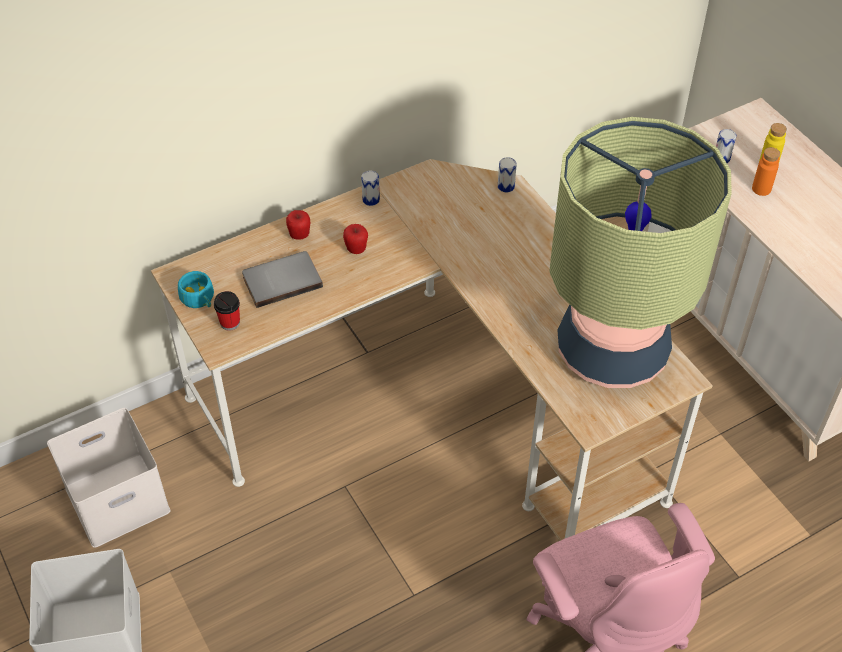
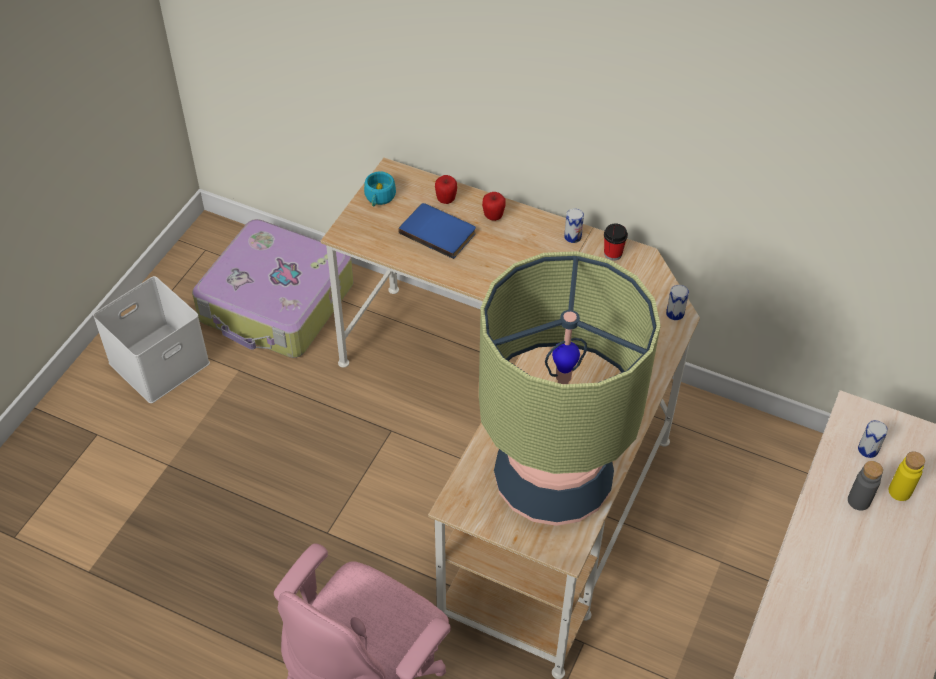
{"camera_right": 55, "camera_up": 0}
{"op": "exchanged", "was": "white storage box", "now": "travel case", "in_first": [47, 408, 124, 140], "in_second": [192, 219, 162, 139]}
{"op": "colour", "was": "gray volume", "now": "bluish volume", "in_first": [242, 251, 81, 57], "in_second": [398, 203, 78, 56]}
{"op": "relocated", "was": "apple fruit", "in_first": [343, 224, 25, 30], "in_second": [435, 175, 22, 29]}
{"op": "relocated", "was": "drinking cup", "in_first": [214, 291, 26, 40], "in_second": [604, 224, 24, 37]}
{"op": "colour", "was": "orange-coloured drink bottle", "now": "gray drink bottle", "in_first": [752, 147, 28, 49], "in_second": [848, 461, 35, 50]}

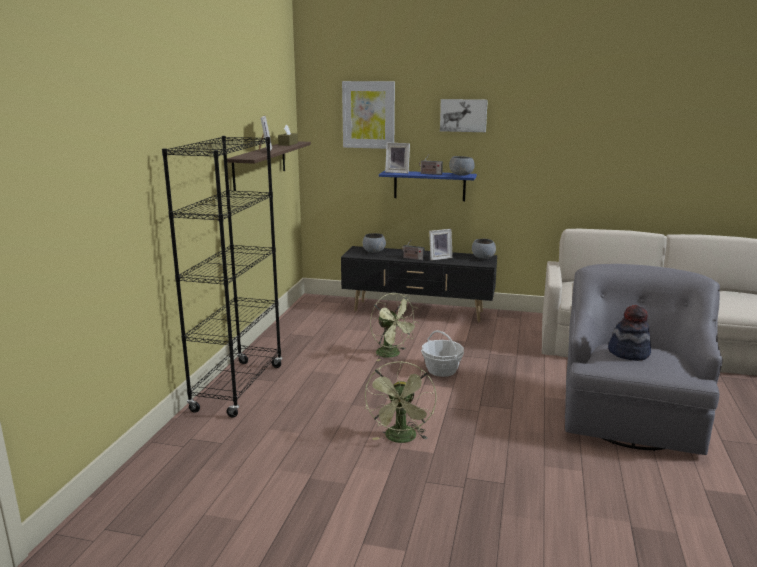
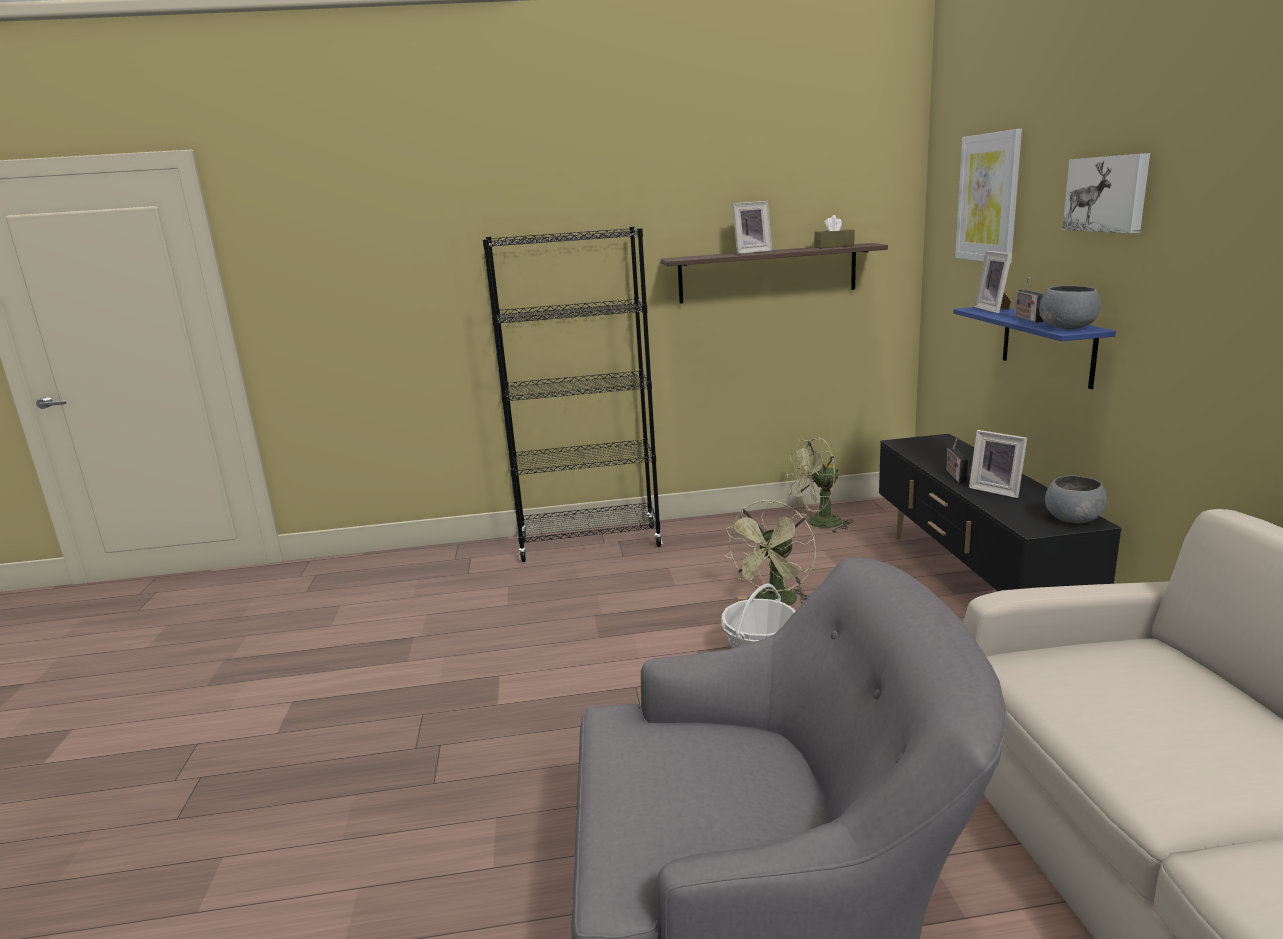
{"camera_right": 70, "camera_up": 0}
{"op": "relocated", "was": "green fan", "in_first": [365, 361, 71, 82], "in_second": [787, 437, 67, 96]}
{"op": "missing", "was": "gray serving bowl", "in_first": [363, 233, 23, 20]}
{"op": "missing", "was": "clothing hat", "in_first": [608, 305, 43, 56]}

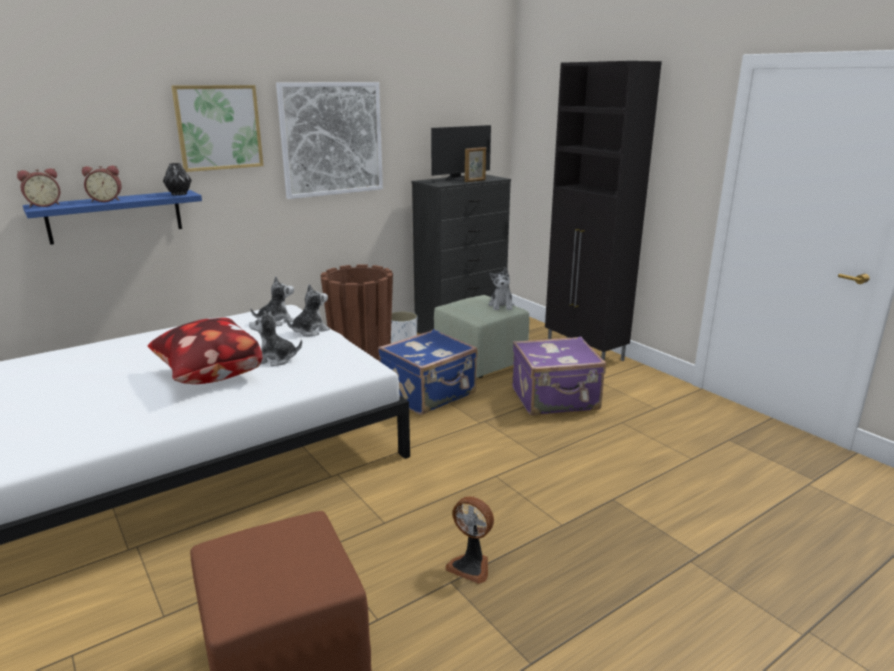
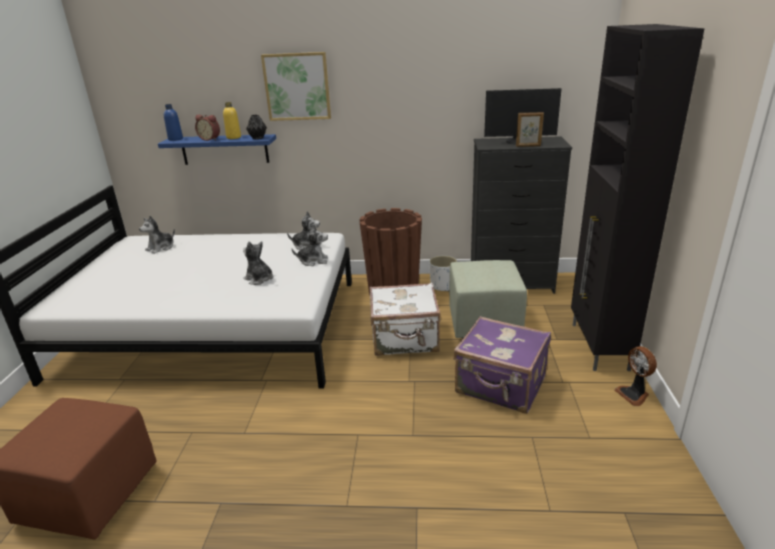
{"camera_right": 40, "camera_up": 5}
{"op": "relocated", "was": "cuddly toy", "in_first": [489, 267, 25, 43], "in_second": [139, 216, 36, 38]}
{"op": "exchanged", "was": "table clock", "now": "bluish drink bottle", "in_first": [17, 168, 43, 40], "in_second": [164, 104, 19, 37]}
{"op": "appeared", "now": "yellow drink bottle", "in_second": [223, 102, 18, 37]}
{"op": "colour", "was": "bluish travel case", "now": "white travel case", "in_first": [378, 329, 100, 86], "in_second": [370, 283, 71, 73]}
{"op": "relocated", "was": "fan", "in_first": [445, 496, 49, 88], "in_second": [615, 346, 42, 60]}
{"op": "missing", "was": "pillow", "in_first": [147, 317, 115, 67]}
{"op": "missing", "was": "wall picture", "in_first": [276, 82, 107, 117]}

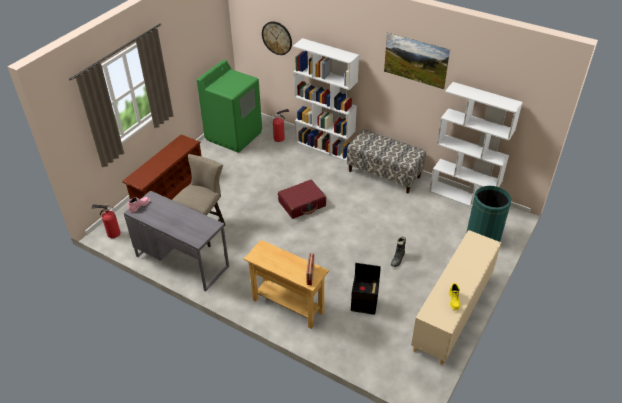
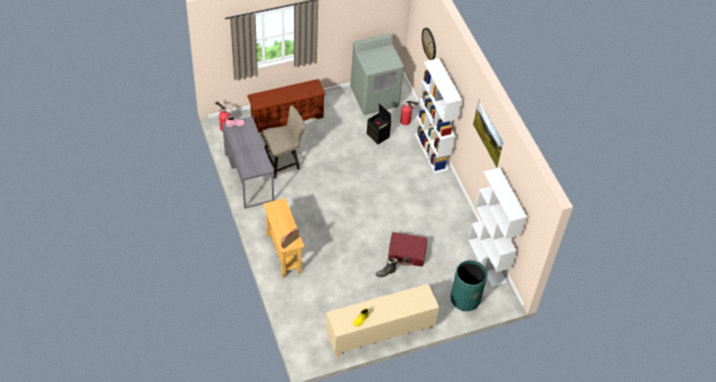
{"camera_right": 35, "camera_up": 10}
{"op": "colour", "was": "green laundry machine", "now": "gray laundry machine", "in_first": [197, 60, 65, 93], "in_second": [350, 34, 54, 81]}
{"op": "relocated", "was": "black storage box", "in_first": [351, 263, 30, 52], "in_second": [367, 103, 24, 41]}
{"op": "relocated", "was": "reddish travel case", "in_first": [278, 180, 48, 39], "in_second": [388, 232, 39, 35]}
{"op": "missing", "was": "indoor bench", "in_first": [347, 130, 79, 63]}

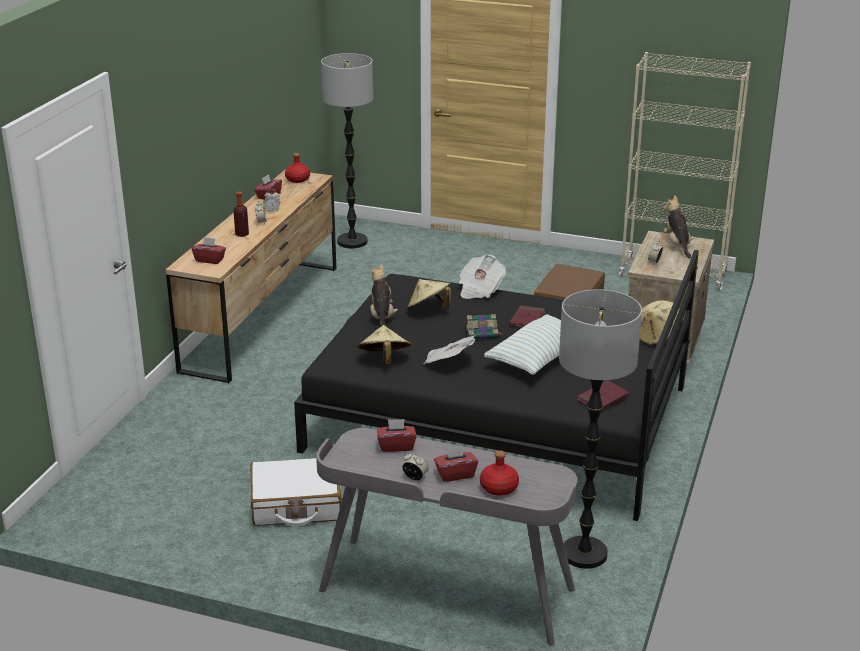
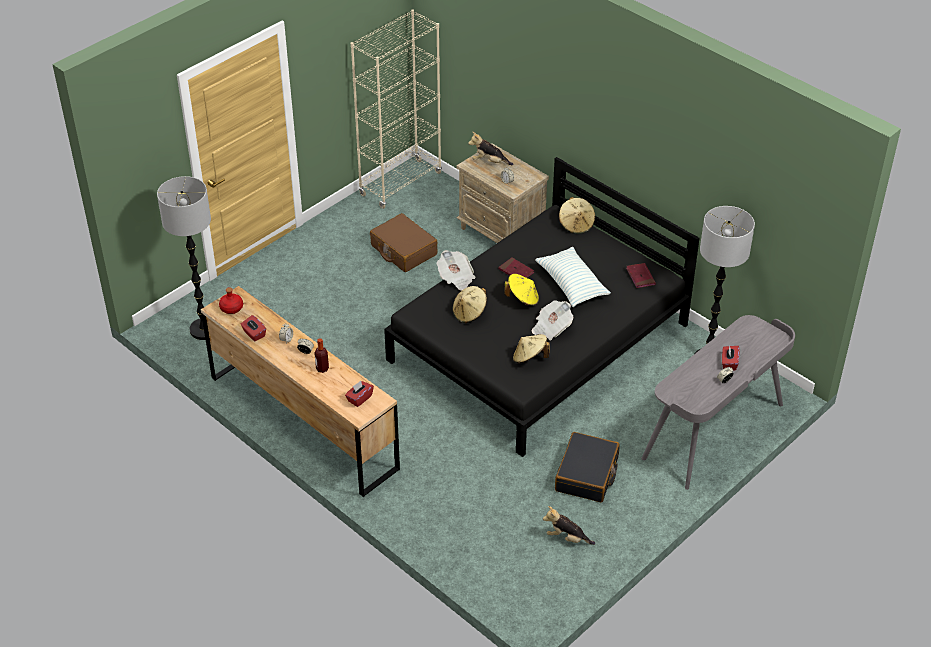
{"camera_right": -65, "camera_up": 15}
{"op": "exchanged", "was": "volume", "now": "yellow clothing hat", "in_first": [466, 314, 37, 25], "in_second": [504, 274, 35, 32]}
{"op": "relocated", "was": "cuddly toy", "in_first": [370, 264, 28, 63], "in_second": [543, 506, 52, 39]}
{"op": "colour", "was": "white travel case", "now": "black travel case", "in_first": [250, 458, 92, 68], "in_second": [555, 432, 65, 70]}
{"op": "missing", "was": "reddish tissue holder", "in_first": [377, 419, 39, 33]}
{"op": "missing", "was": "reddish drink bottle", "in_first": [480, 450, 39, 46]}

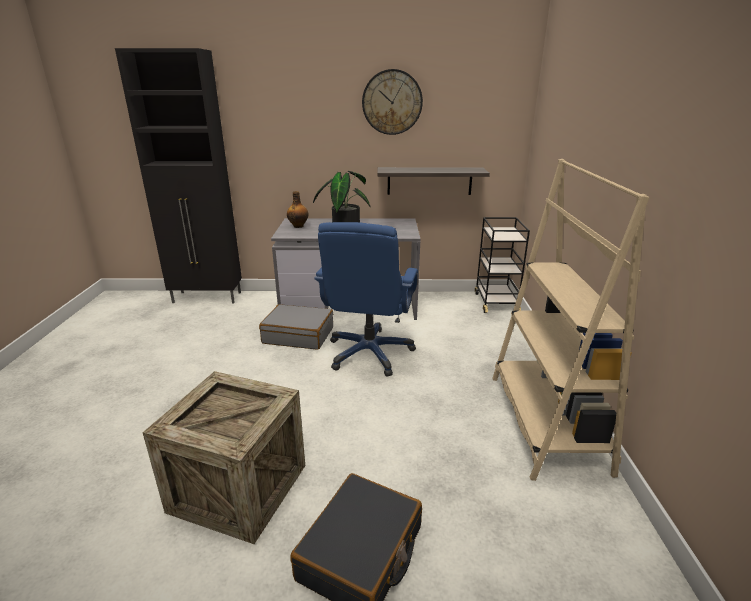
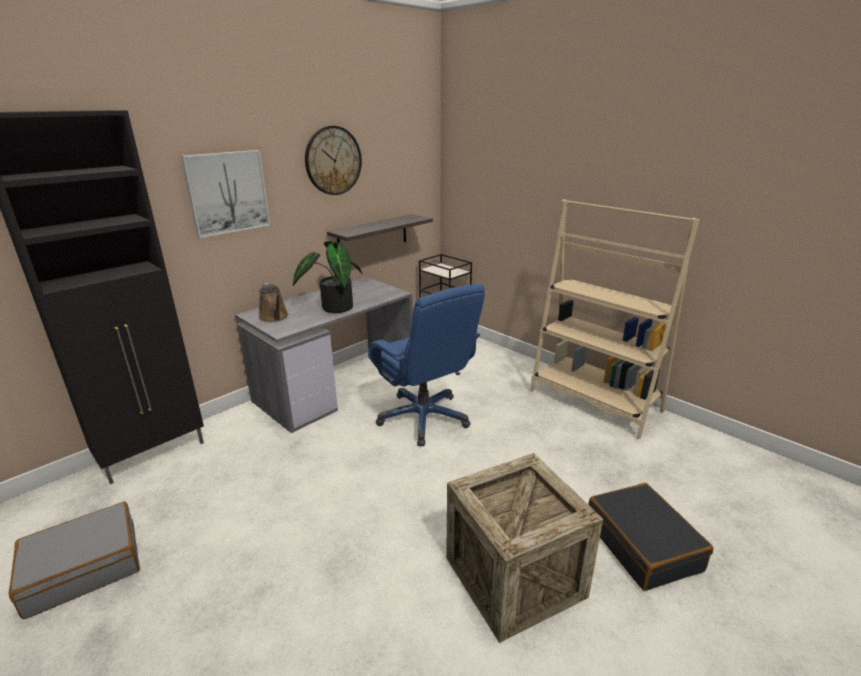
{"camera_right": -45, "camera_up": 0}
{"op": "relocated", "was": "gray travel case", "in_first": [259, 304, 74, 46], "in_second": [9, 502, 131, 117]}
{"op": "appeared", "now": "wall picture", "in_second": [181, 150, 90, 88]}
{"op": "exchanged", "was": "drink bottle", "now": "brown-coloured sprinkling can", "in_first": [287, 191, 22, 37], "in_second": [259, 283, 29, 39]}

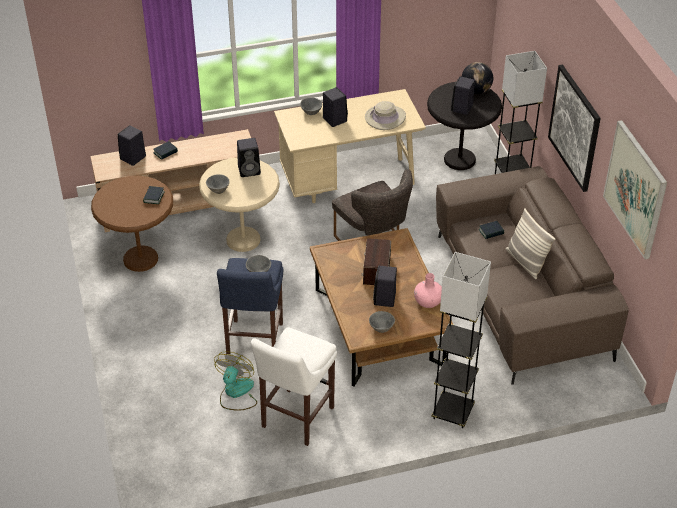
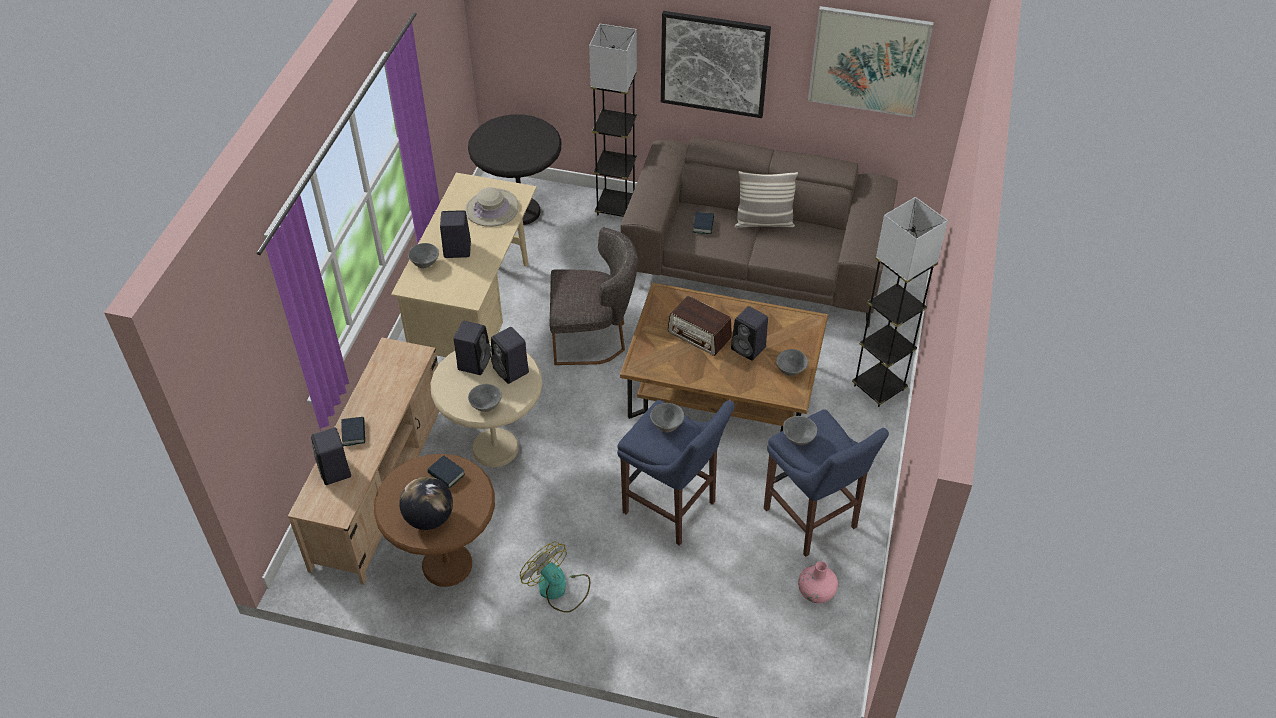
{"camera_right": -60, "camera_up": 5}
{"op": "relocated", "was": "world globe", "in_first": [462, 62, 31, 32], "in_second": [399, 477, 54, 53]}
{"op": "relocated", "was": "black speaker", "in_first": [451, 76, 24, 39], "in_second": [491, 327, 38, 57]}
{"op": "relocated", "was": "fan", "in_first": [214, 351, 43, 60], "in_second": [520, 542, 70, 71]}
{"op": "colour", "was": "white stool seat", "now": "bluish stool seat", "in_first": [251, 327, 86, 119], "in_second": [764, 409, 125, 148]}
{"op": "appeared", "now": "gray serving bowl", "in_second": [783, 416, 34, 29]}
{"op": "relocated", "was": "pinkish vase", "in_first": [414, 273, 28, 35], "in_second": [798, 561, 40, 42]}

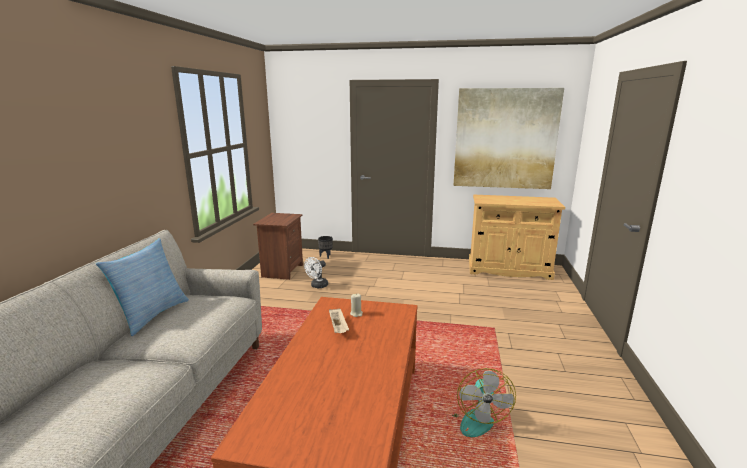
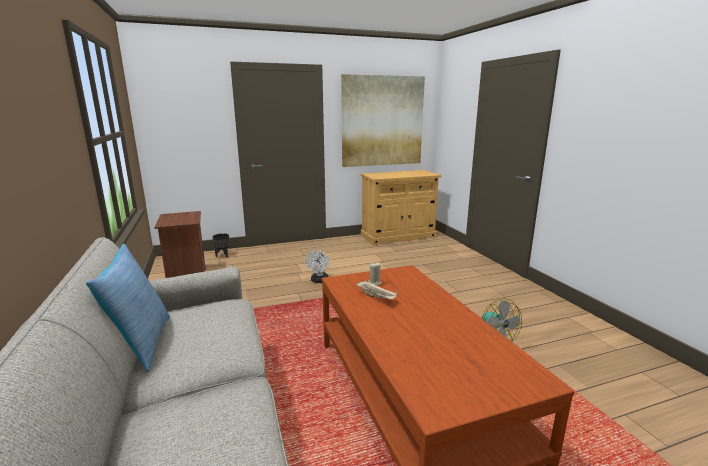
{"camera_right": -30, "camera_up": 0}
{"op": "relocated", "was": "white fan", "in_first": [304, 257, 24, 31], "in_second": [305, 250, 24, 33]}

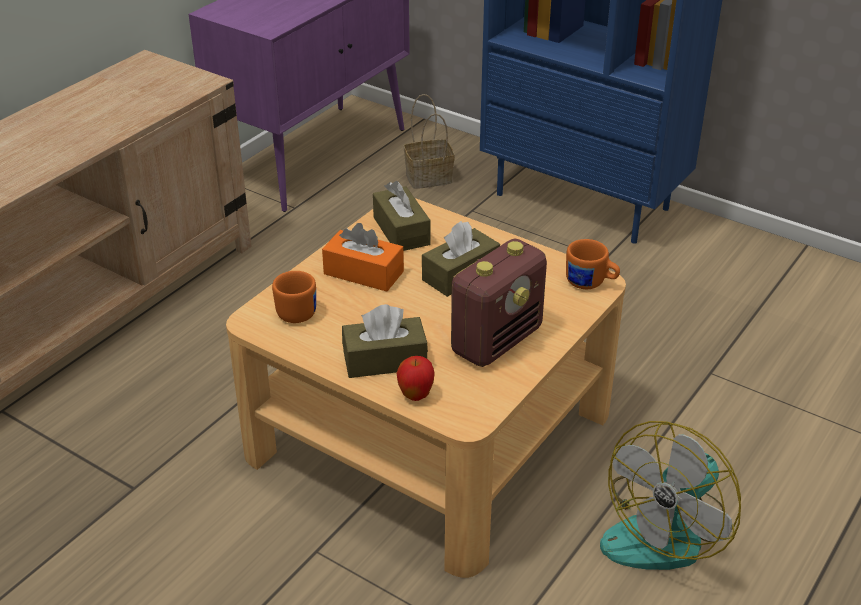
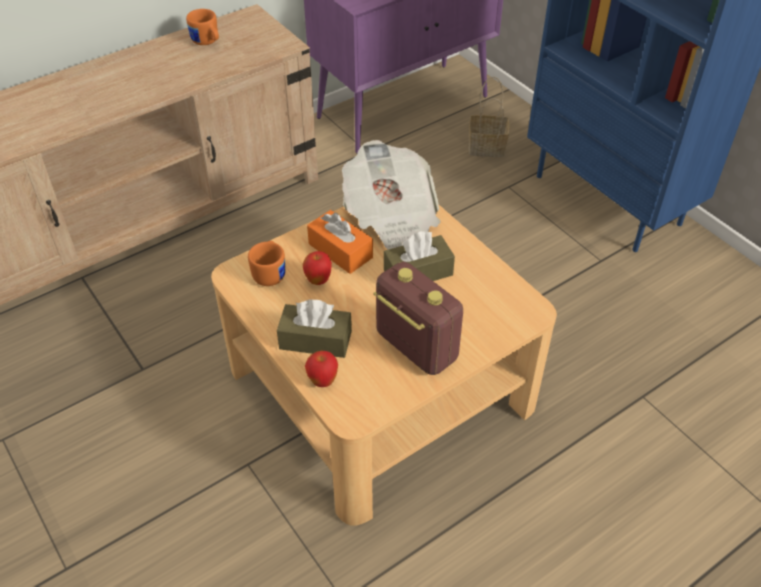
{"camera_right": 20, "camera_up": 10}
{"op": "relocated", "was": "orange-coloured coffee mug", "in_first": [566, 239, 54, 50], "in_second": [186, 9, 33, 36]}
{"op": "appeared", "now": "apple fruit", "in_second": [303, 251, 29, 34]}
{"op": "exchanged", "was": "brown-coloured tissue holder", "now": "daily paper", "in_first": [373, 181, 57, 70], "in_second": [342, 140, 98, 110]}
{"op": "spun", "was": "radio", "in_first": [451, 238, 96, 129], "in_second": [373, 261, 90, 114], "clockwise": -105}
{"op": "missing", "was": "fan", "in_first": [600, 421, 141, 149]}

